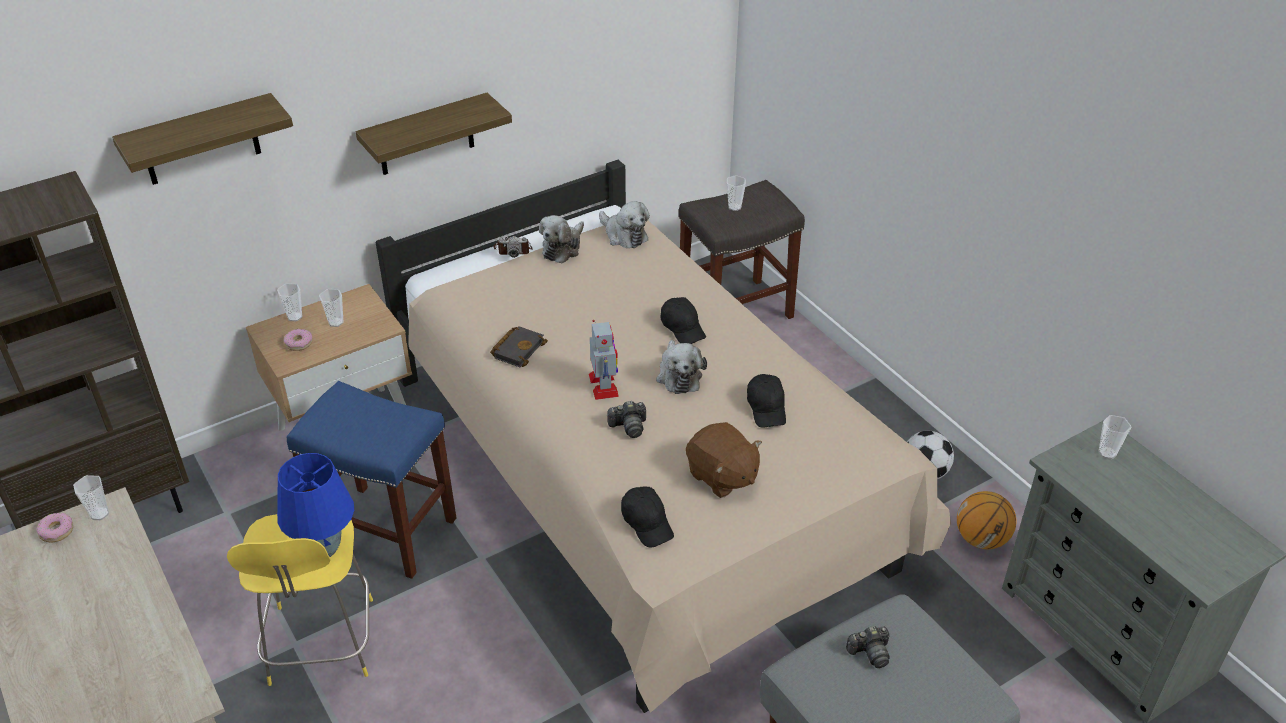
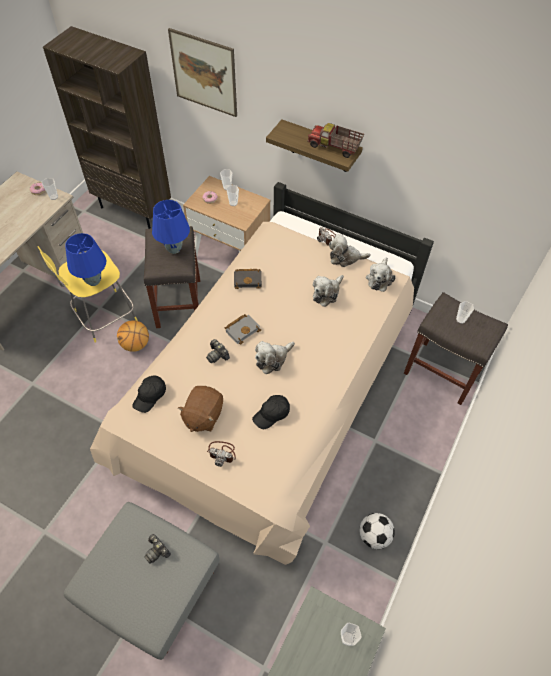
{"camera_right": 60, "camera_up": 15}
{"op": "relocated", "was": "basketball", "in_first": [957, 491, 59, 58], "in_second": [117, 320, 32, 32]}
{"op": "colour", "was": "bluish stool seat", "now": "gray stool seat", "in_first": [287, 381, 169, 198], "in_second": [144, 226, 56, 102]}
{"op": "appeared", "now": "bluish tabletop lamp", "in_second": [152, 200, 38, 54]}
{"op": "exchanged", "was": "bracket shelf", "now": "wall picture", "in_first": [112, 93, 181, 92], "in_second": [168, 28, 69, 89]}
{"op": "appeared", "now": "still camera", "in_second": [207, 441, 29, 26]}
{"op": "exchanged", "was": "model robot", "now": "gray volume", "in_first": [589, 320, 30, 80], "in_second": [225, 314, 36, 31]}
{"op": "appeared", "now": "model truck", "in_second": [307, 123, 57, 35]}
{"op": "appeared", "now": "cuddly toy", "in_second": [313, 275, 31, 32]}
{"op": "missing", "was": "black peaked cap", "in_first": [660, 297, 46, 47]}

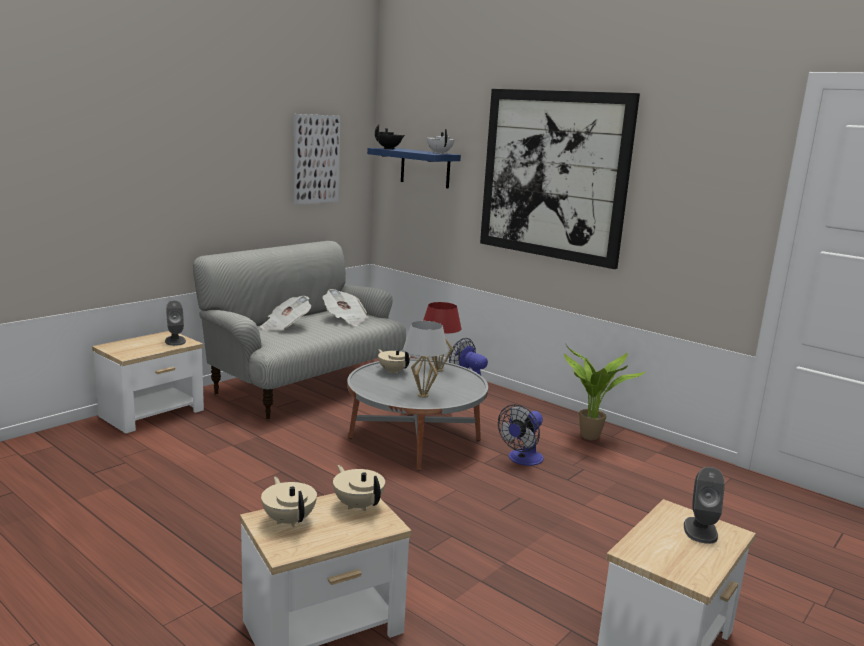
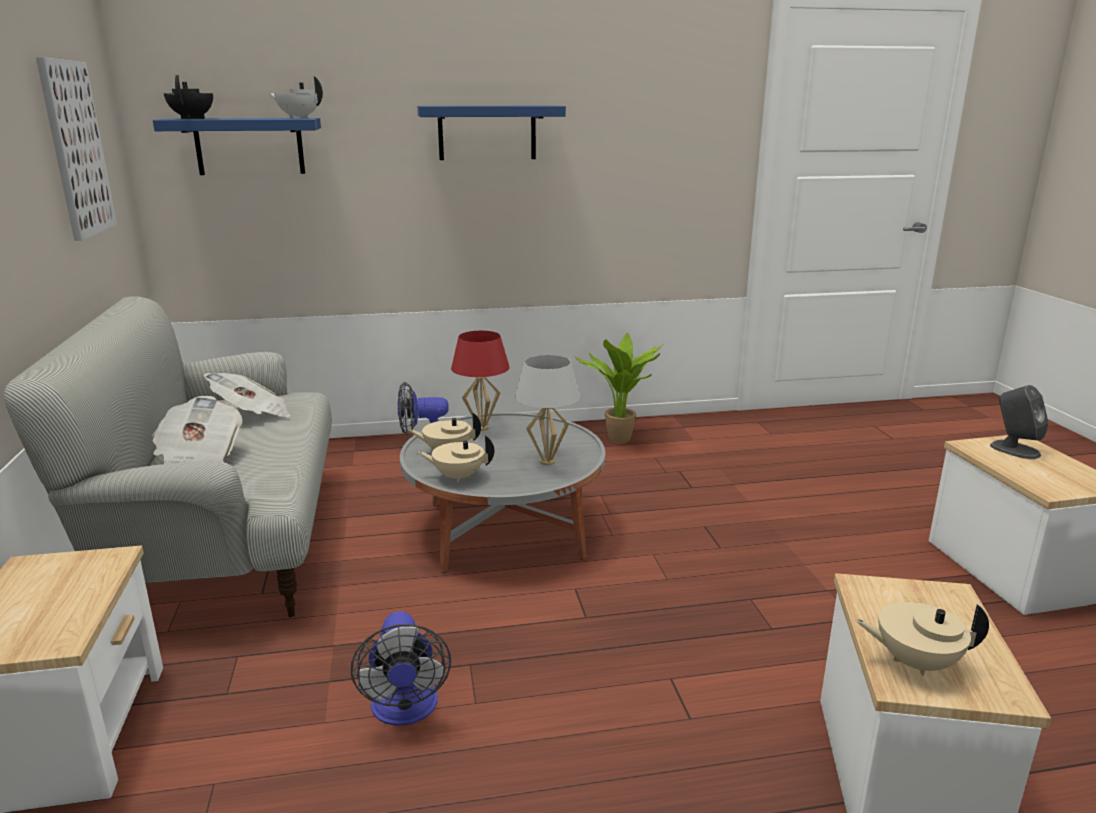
{"camera_right": -50, "camera_up": 5}
{"op": "relocated", "was": "fan", "in_first": [498, 404, 45, 62], "in_second": [351, 611, 100, 114]}
{"op": "exchanged", "was": "wall picture", "now": "bluish bracket shelf", "in_first": [480, 89, 160, 180], "in_second": [417, 106, 149, 54]}
{"op": "relocated", "was": "beige tea pot", "in_first": [333, 465, 52, 46], "in_second": [417, 435, 77, 48]}
{"op": "missing", "was": "gray speaker", "in_first": [165, 300, 21, 46]}

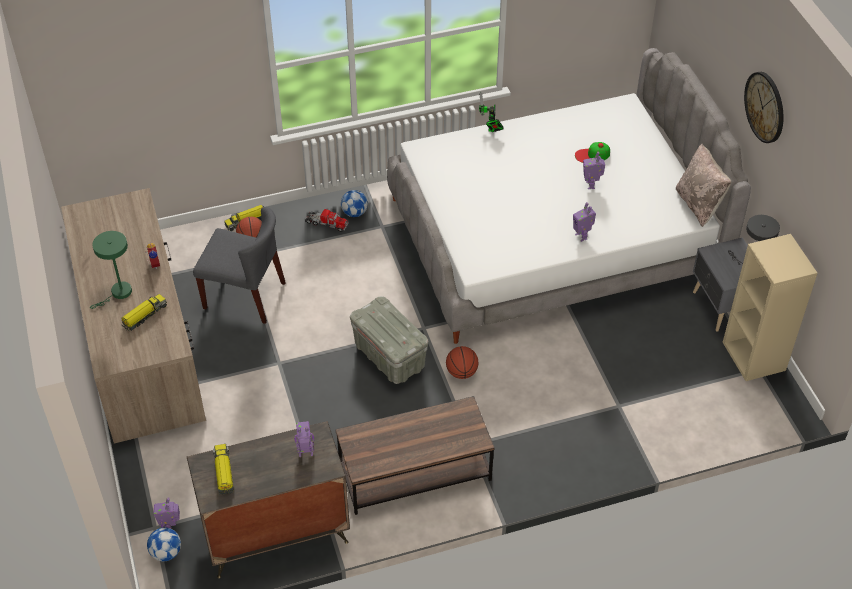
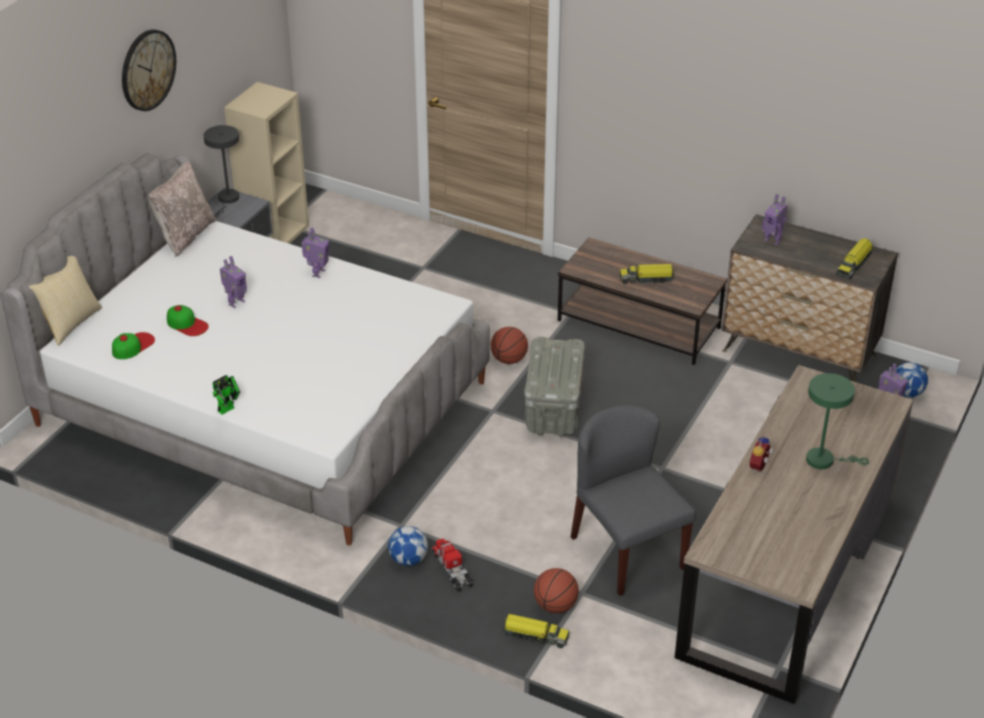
{"camera_right": -135, "camera_up": -10}
{"op": "appeared", "now": "pillow", "in_second": [29, 256, 73, 90]}
{"op": "appeared", "now": "peaked cap", "in_second": [112, 332, 43, 27]}
{"op": "relocated", "was": "model truck", "in_first": [121, 294, 46, 37], "in_second": [620, 264, 54, 20]}

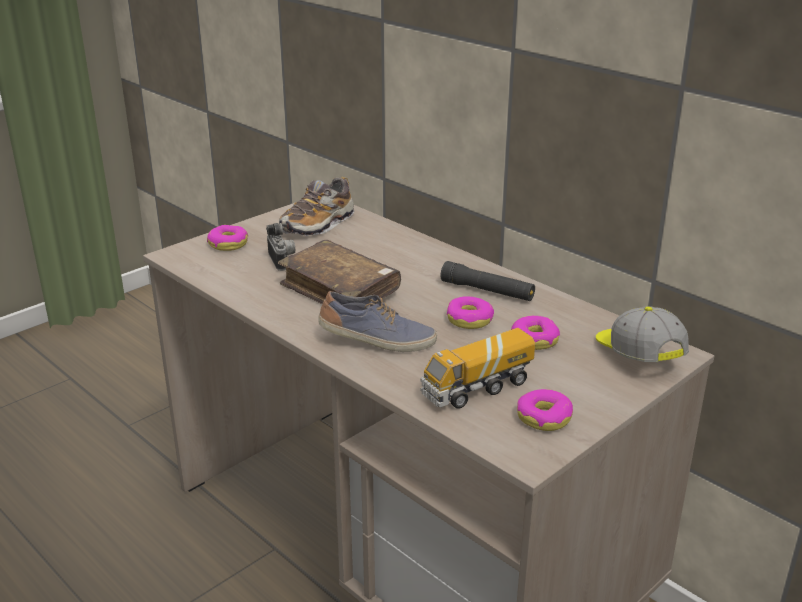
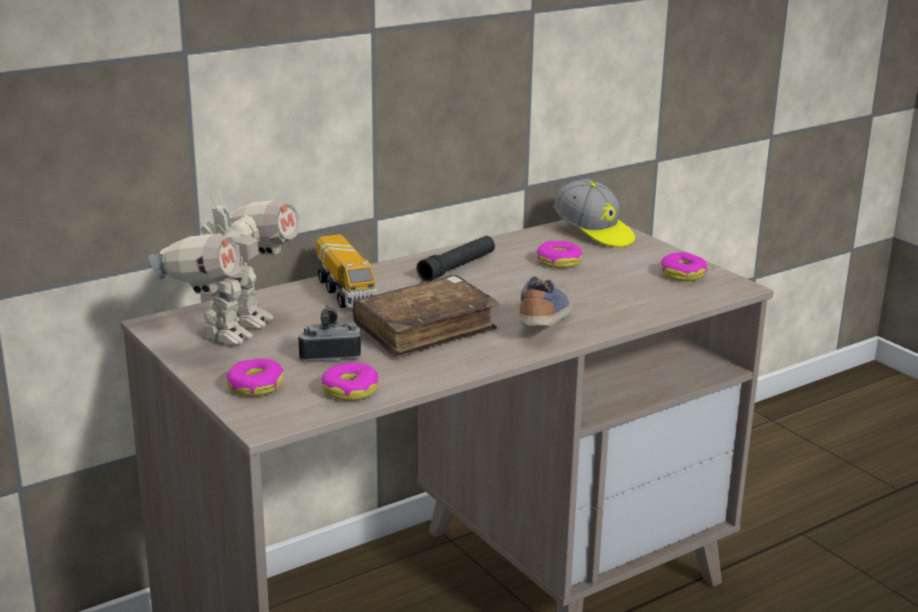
{"camera_right": -80, "camera_up": -5}
{"op": "exchanged", "was": "item of footwear", "now": "model robot", "in_first": [279, 177, 76, 59], "in_second": [149, 190, 151, 154]}
{"op": "relocated", "was": "model truck", "in_first": [420, 328, 115, 81], "in_second": [316, 234, 62, 75]}
{"op": "relocated", "was": "doughnut", "in_first": [447, 296, 47, 33], "in_second": [322, 363, 57, 38]}
{"op": "spun", "was": "peaked cap", "in_first": [596, 307, 93, 55], "in_second": [554, 179, 81, 68], "clockwise": -120}

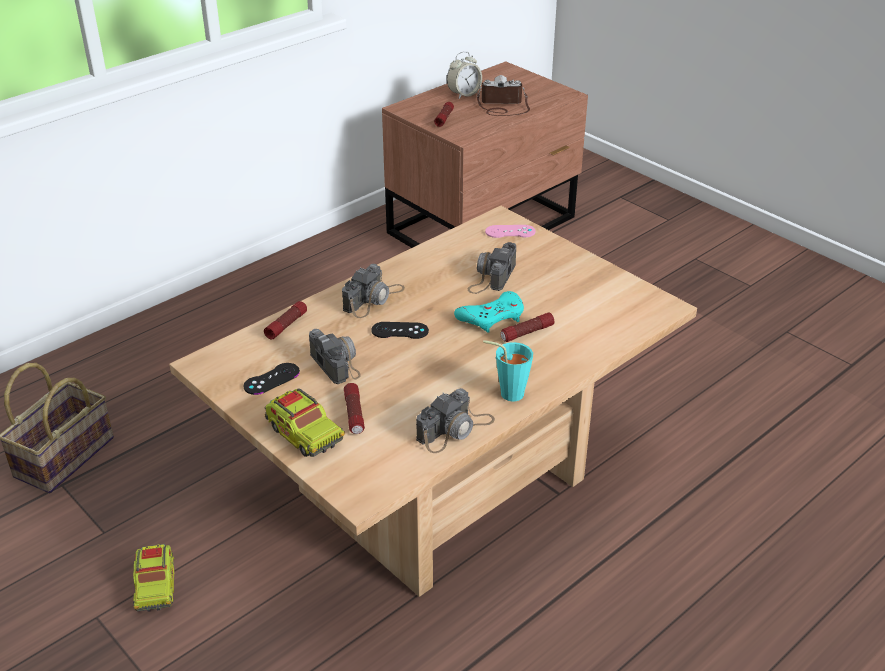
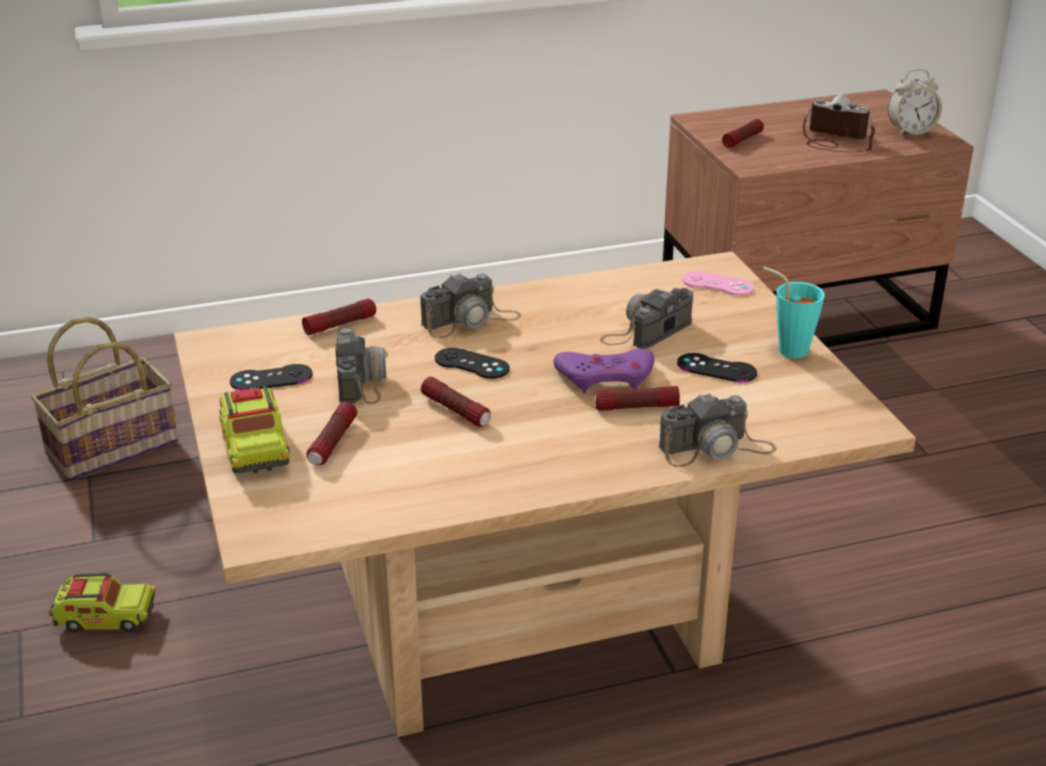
{"camera_right": 25, "camera_up": -5}
{"op": "spun", "was": "model truck", "in_first": [133, 544, 42, 68], "in_second": [49, 572, 107, 61], "clockwise": -105}
{"op": "appeared", "now": "hand torch", "in_second": [421, 377, 70, 50]}
{"op": "colour", "was": "turquoise-coloured gamepad", "now": "purple-coloured gamepad", "in_first": [454, 291, 70, 42], "in_second": [554, 349, 100, 45]}
{"op": "relocated", "was": "still camera", "in_first": [416, 388, 79, 65], "in_second": [659, 392, 118, 75]}
{"op": "appeared", "now": "black gamepad", "in_second": [677, 353, 80, 29]}
{"op": "relocated", "was": "turquoise-coloured drinking cup", "in_first": [483, 340, 50, 62], "in_second": [763, 267, 62, 91]}
{"op": "relocated", "was": "table clock", "in_first": [447, 51, 35, 48], "in_second": [888, 69, 54, 67]}

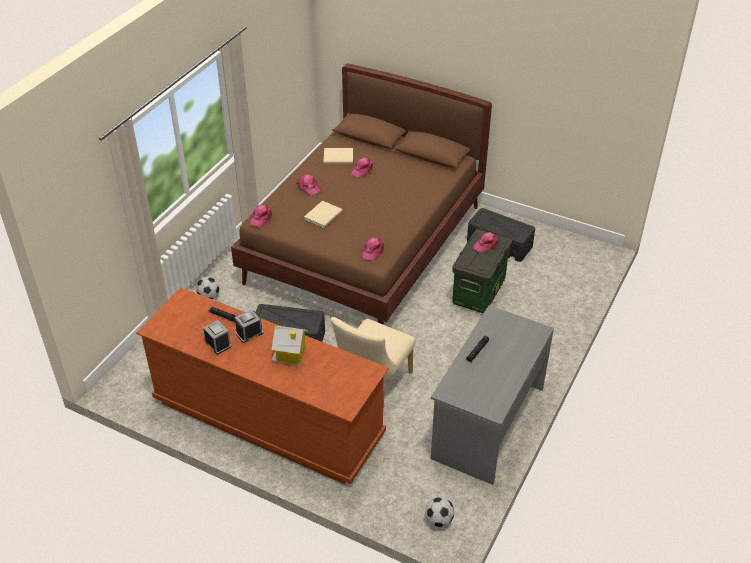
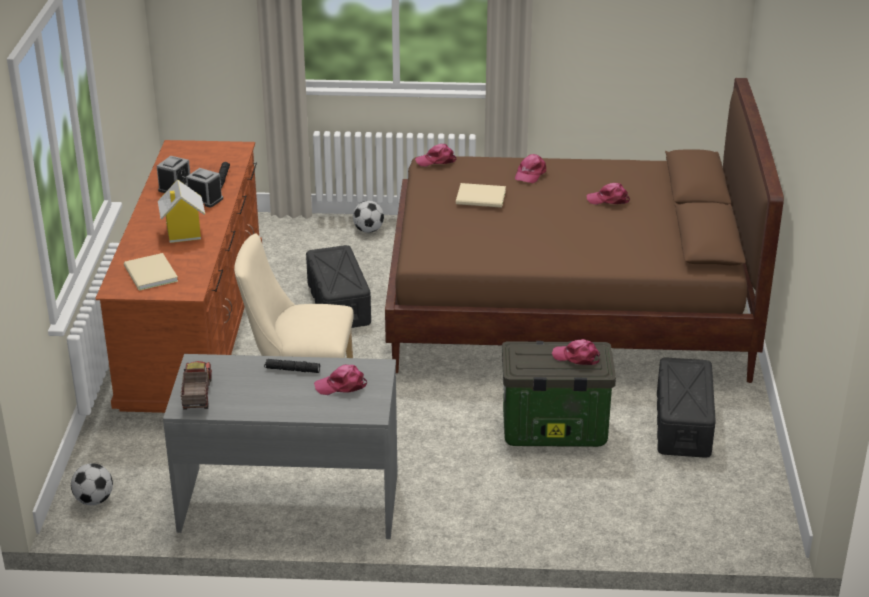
{"camera_right": 65, "camera_up": -10}
{"op": "relocated", "was": "beige volume", "in_first": [324, 148, 29, 16], "in_second": [124, 253, 54, 38]}
{"op": "appeared", "now": "model truck", "in_second": [181, 361, 31, 49]}
{"op": "relocated", "was": "pinkish peaked cap", "in_first": [361, 237, 23, 24], "in_second": [314, 365, 53, 30]}

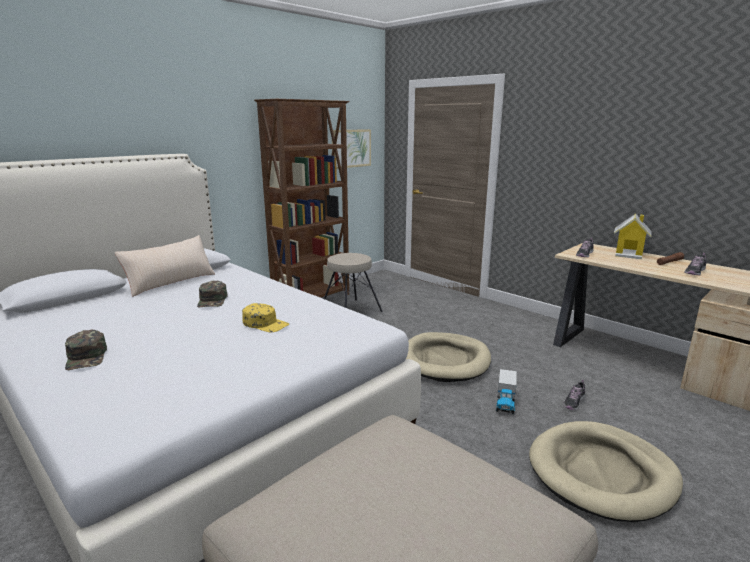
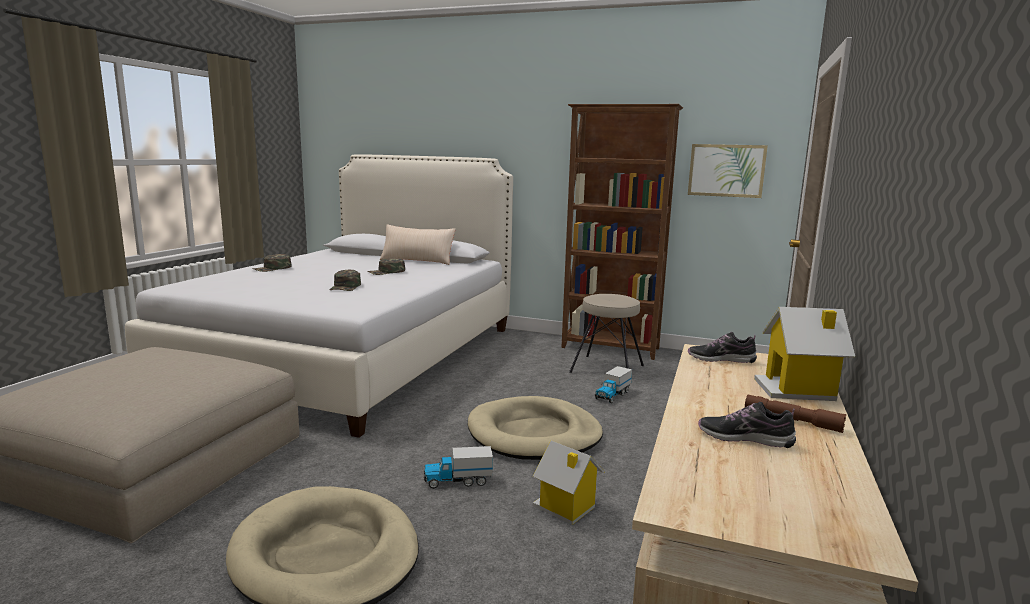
{"camera_right": 65, "camera_up": -5}
{"op": "colour", "was": "yellow peaked cap", "now": "green peaked cap", "in_first": [242, 303, 47, 30], "in_second": [329, 269, 32, 22]}
{"op": "appeared", "now": "miniature house", "in_second": [533, 441, 72, 84]}
{"op": "appeared", "now": "model truck", "in_second": [595, 366, 37, 37]}
{"op": "missing", "was": "item of footwear", "in_first": [563, 380, 22, 30]}

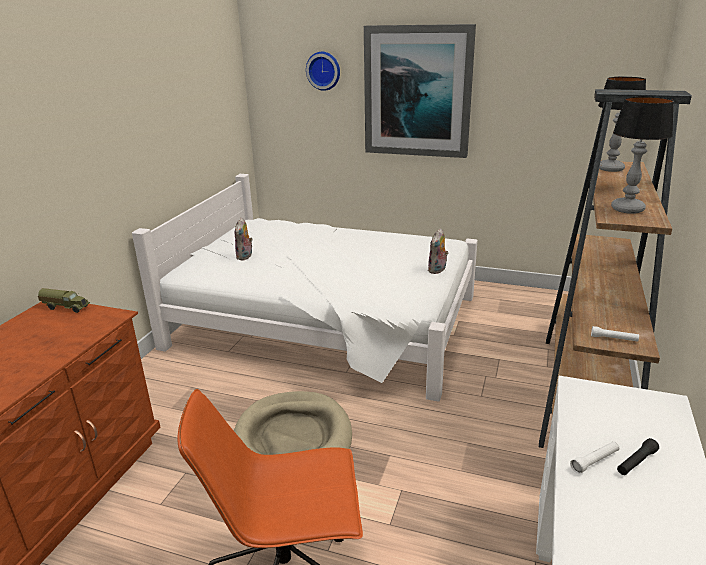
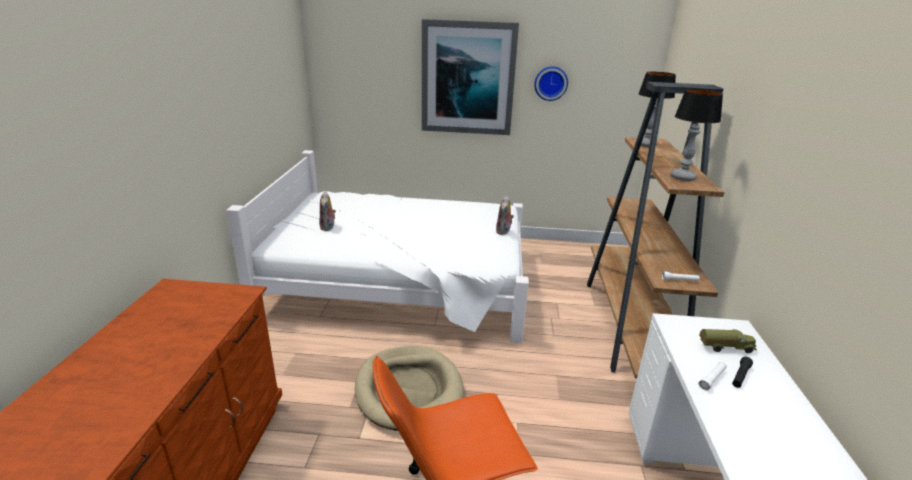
{"camera_right": -15, "camera_up": 0}
{"op": "relocated", "was": "hanging clock", "in_first": [306, 52, 34, 39], "in_second": [534, 66, 34, 35]}
{"op": "relocated", "was": "model truck", "in_first": [38, 288, 52, 25], "in_second": [699, 329, 58, 24]}

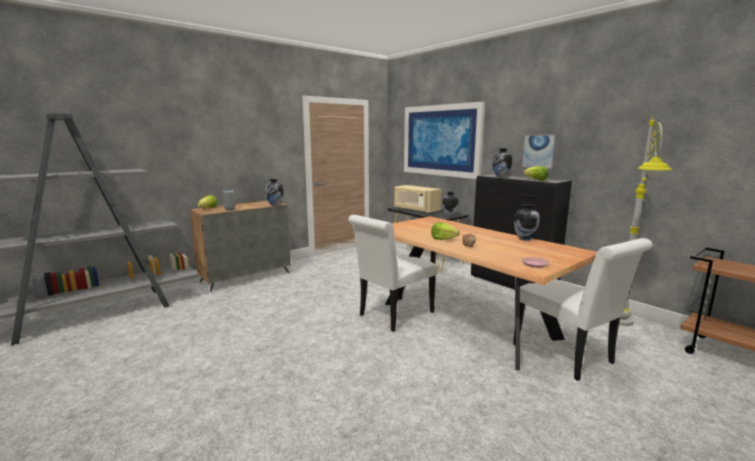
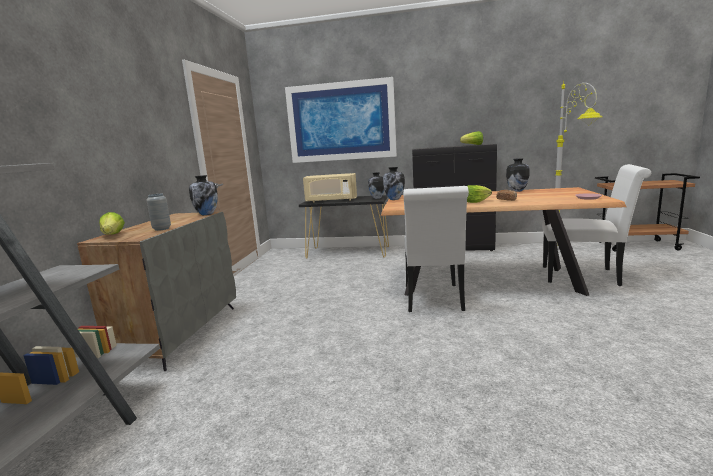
{"camera_right": -40, "camera_up": 0}
{"op": "relocated", "was": "vase", "in_first": [492, 148, 20, 29], "in_second": [383, 167, 22, 33]}
{"op": "missing", "was": "wall picture", "in_first": [521, 135, 36, 34]}

